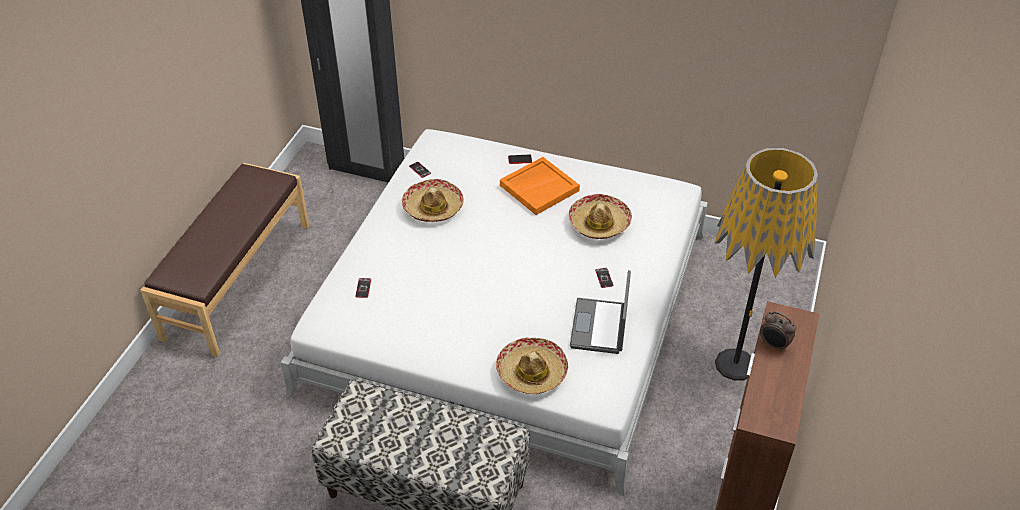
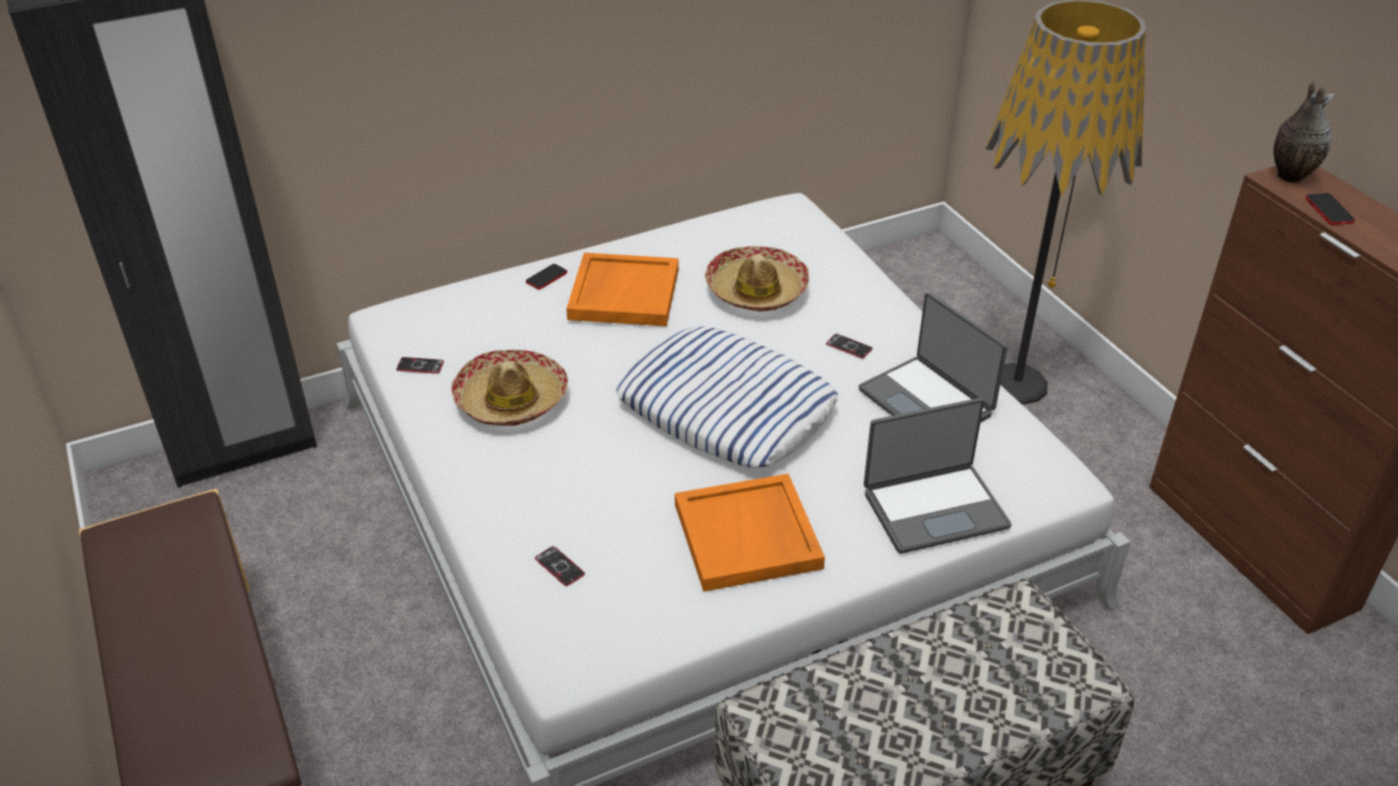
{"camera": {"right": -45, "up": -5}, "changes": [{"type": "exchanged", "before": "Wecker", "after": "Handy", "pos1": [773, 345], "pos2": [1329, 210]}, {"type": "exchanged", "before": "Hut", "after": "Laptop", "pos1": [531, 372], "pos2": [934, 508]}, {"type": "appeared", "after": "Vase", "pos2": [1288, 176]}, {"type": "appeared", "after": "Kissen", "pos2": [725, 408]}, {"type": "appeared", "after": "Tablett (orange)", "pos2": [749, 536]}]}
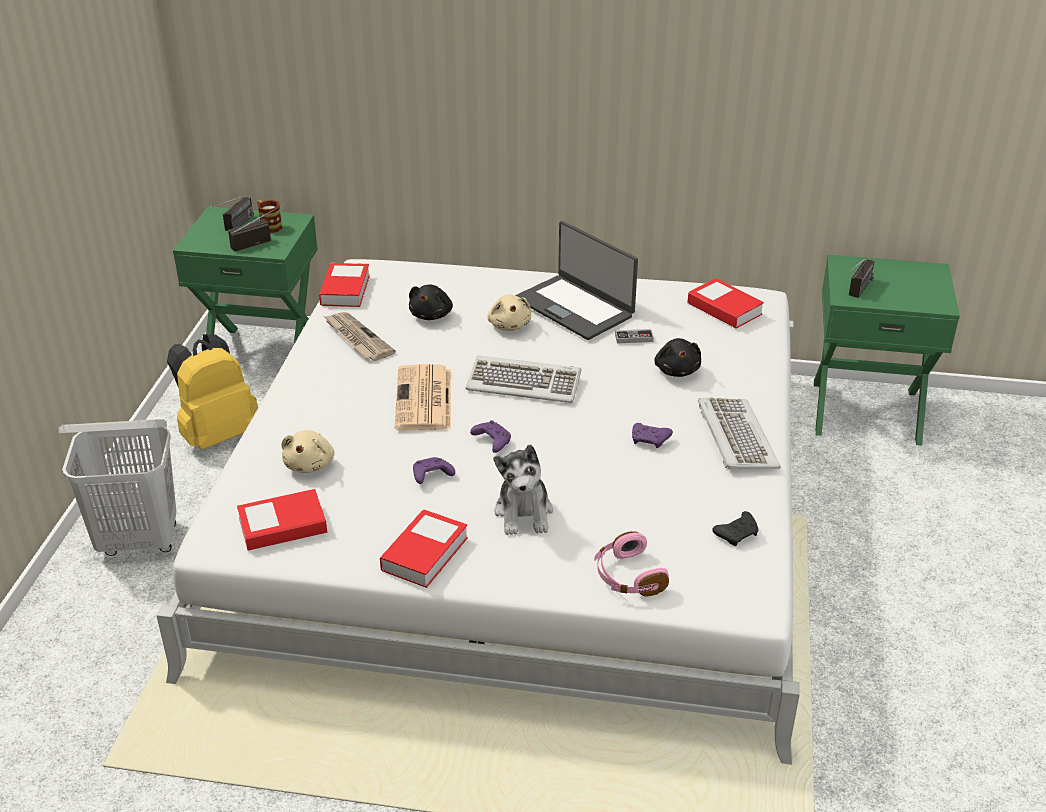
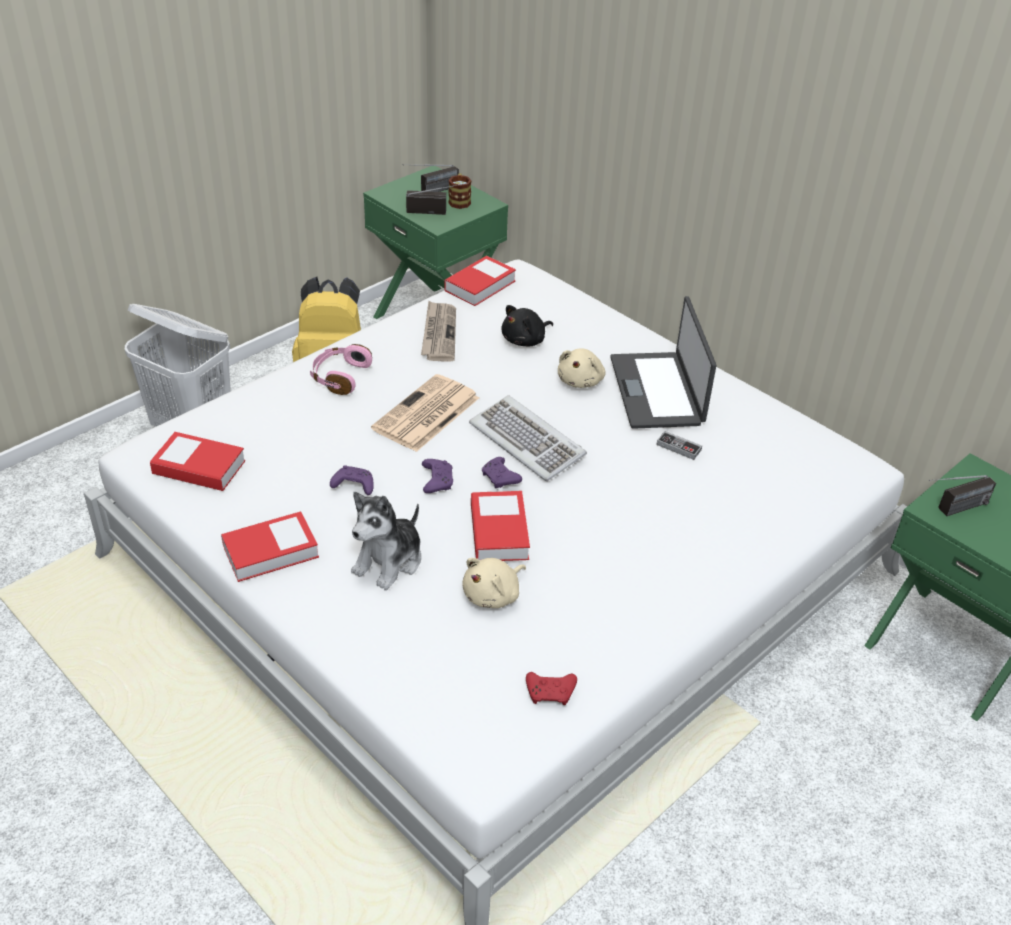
{"camera": {"right": 35, "up": 5}, "changes": [{"type": "relocated", "before": "Buch", "pos1": [724, 309], "pos2": [499, 532]}, {"type": "missing", "before": "Plüschtier (schwarz)", "pos1": [677, 370]}, {"type": "missing", "before": "Tastatur", "pos1": [735, 437]}, {"type": "relocated", "before": "Gamepad (lila)", "pos1": [650, 440], "pos2": [500, 479]}, {"type": "relocated", "before": "Plüschtier (beige)", "pos1": [310, 464], "pos2": [493, 595]}, {"type": "colour", "before": "Gamepad (schwarz)", "after": "Gamepad (rot)", "pos1": [737, 534], "pos2": [551, 693]}, {"type": "relocated", "before": "Kopfhörer (rosa)", "pos1": [628, 577], "pos2": [340, 377]}]}
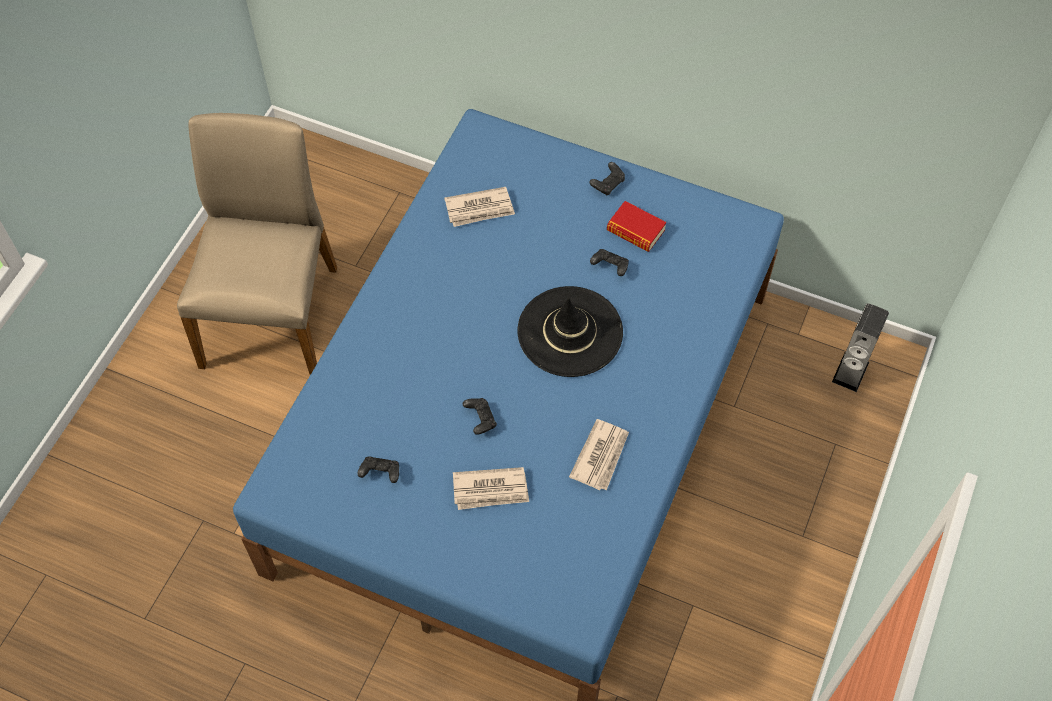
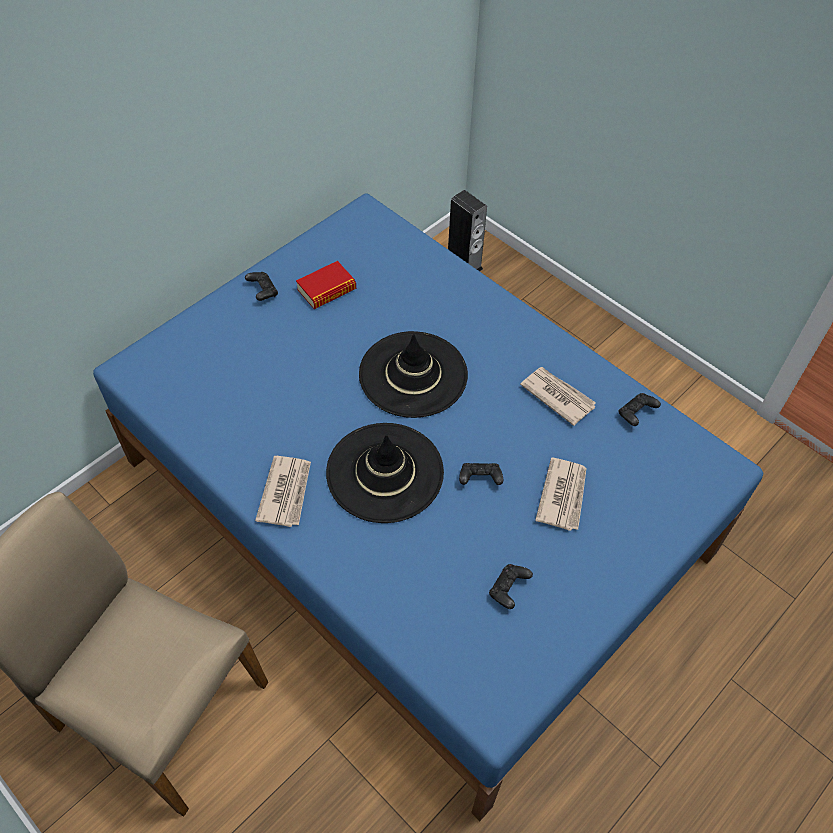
{"camera": {"right": -70, "up": -5}, "changes": [{"type": "relocated", "before": "Zeitung", "pos1": [480, 209], "pos2": [286, 492]}, {"type": "relocated", "before": "Gamepad (schwarz)", "pos1": [610, 267], "pos2": [636, 414]}, {"type": "appeared", "after": "Hut (schwarz)", "pos2": [385, 472]}]}
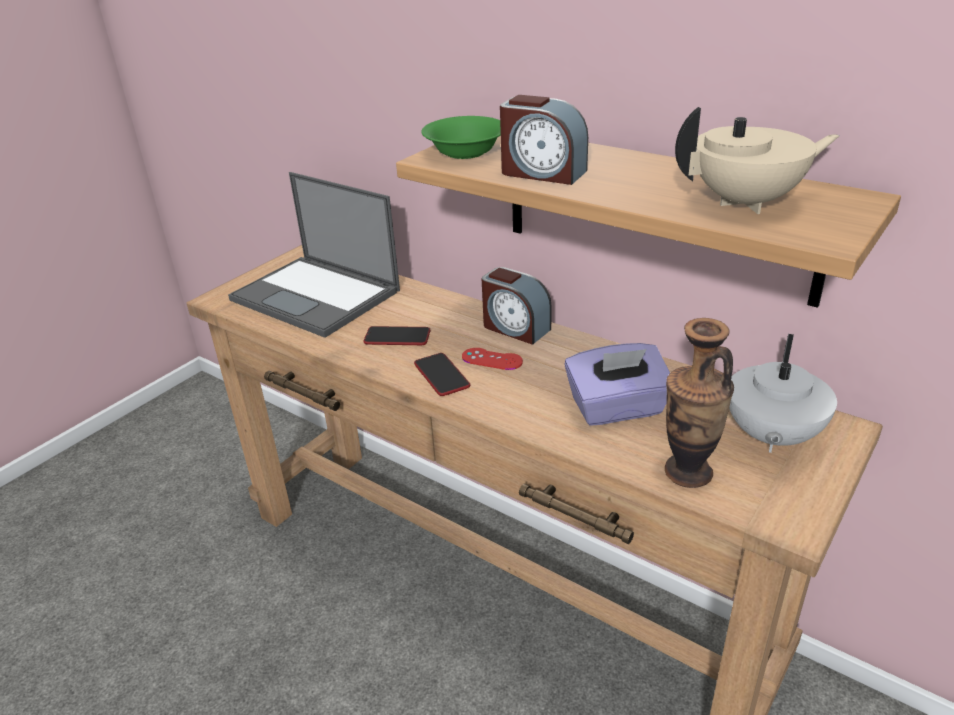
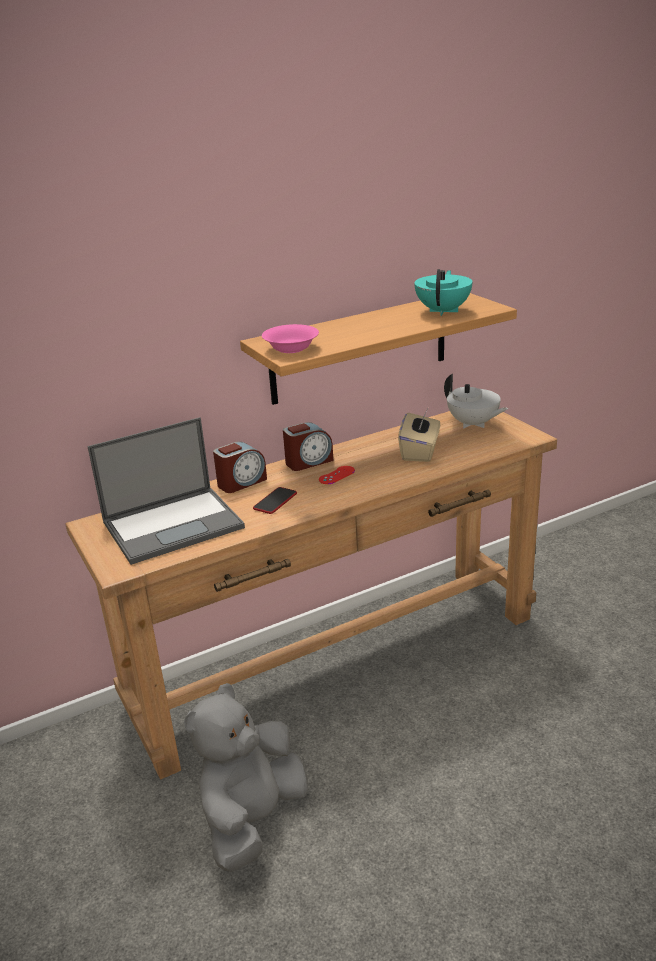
{"camera": {"right": -65, "up": -5}, "changes": [{"type": "relocated", "before": "Wecker", "pos1": [542, 173], "pos2": [241, 482]}, {"type": "colour", "before": "Teekanne (beige)", "after": "Teekanne (türkis)", "pos1": [747, 202], "pos2": [443, 311]}, {"type": "colour", "before": "Schüssel (grün)", "after": "Schüssel (rosa)", "pos1": [466, 152], "pos2": [291, 348]}, {"type": "missing", "before": "Vase", "pos1": [688, 472]}, {"type": "colour", "before": "Taschentuchbox (lila)", "after": "Taschentuchbox (beige)", "pos1": [617, 408], "pos2": [420, 452]}, {"type": "missing", "before": "Handy", "pos1": [441, 375]}, {"type": "appeared", "after": "Plüschtier (grau)", "pos2": [252, 819]}]}
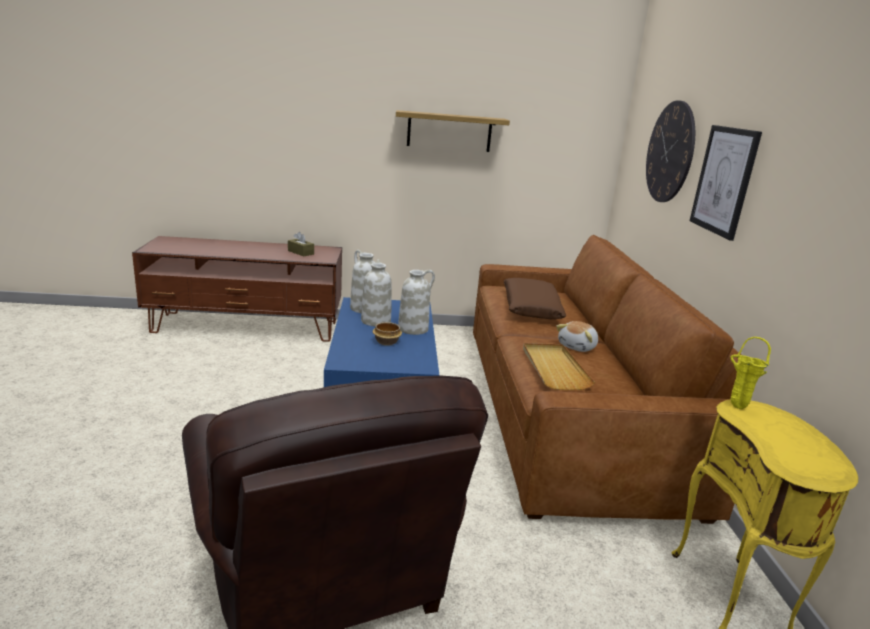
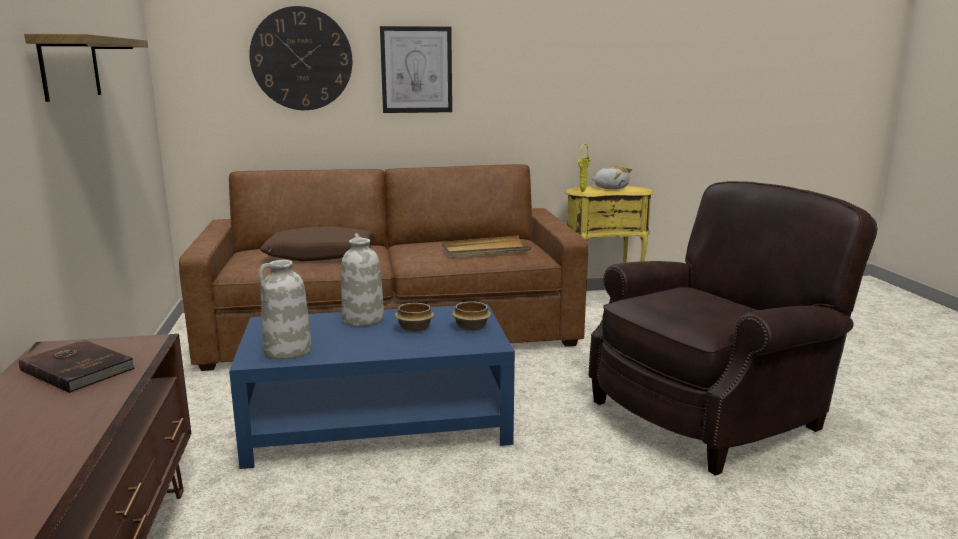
{"camera": {"right": -95, "up": -5}, "changes": [{"type": "exchanged", "before": "Taschentuchbox (braun)", "after": "Buch (braun)", "pos1": [300, 252], "pos2": [79, 369]}, {"type": "missing", "before": "Vase (weiß)", "pos1": [375, 321]}, {"type": "relocated", "before": "Plüschtier", "pos1": [578, 347], "pos2": [611, 188]}, {"type": "appeared", "after": "Schüssel", "pos2": [470, 327]}]}
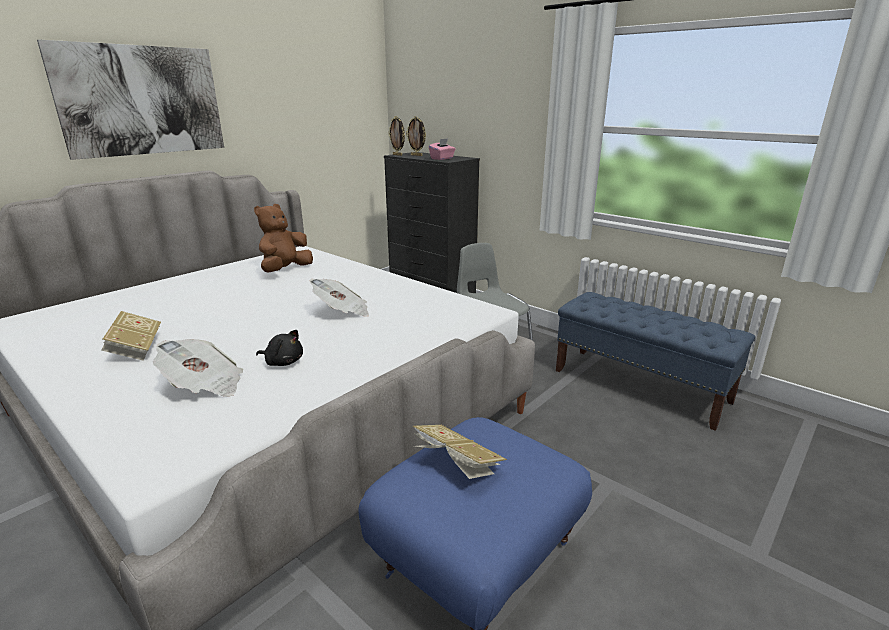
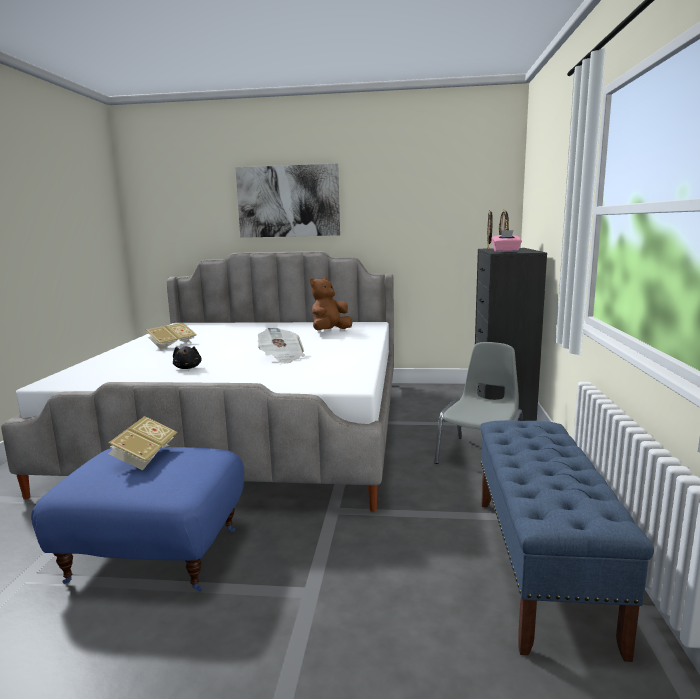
{"camera": {"right": 55, "up": -10}, "changes": [{"type": "spun", "before": "Plüschtier (braun)", "pos1": [285, 270], "pos2": [330, 331], "turn": -45}, {"type": "missing", "before": "Zeitung", "pos1": [204, 385]}]}
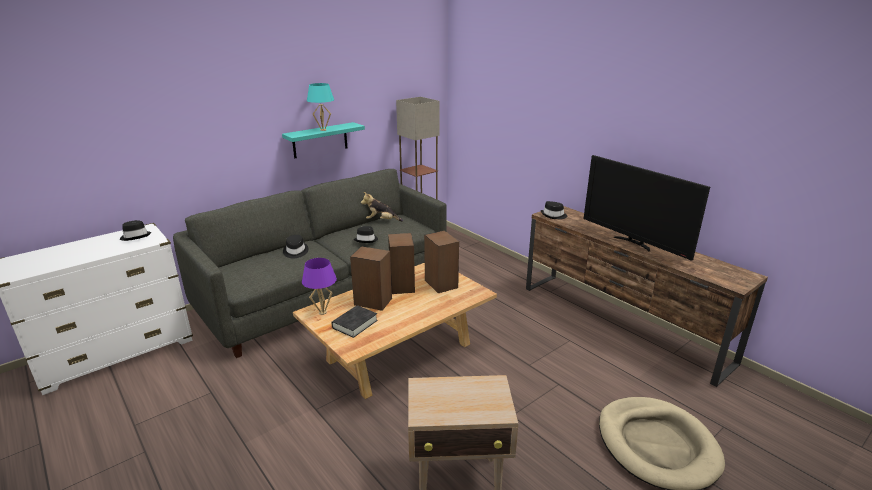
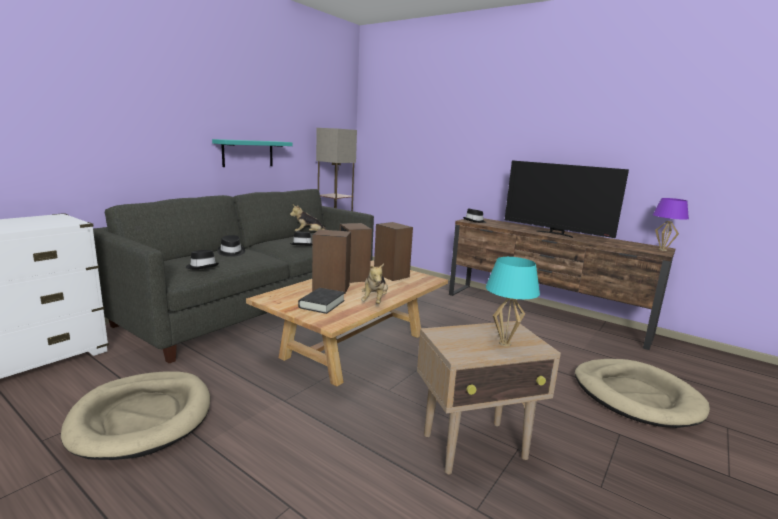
{"camera": {"right": -15, "up": -10}, "changes": [{"type": "relocated", "before": "Tischlampe (türkis)", "pos1": [323, 130], "pos2": [504, 343]}, {"type": "relocated", "before": "Hut (schwarz)", "pos1": [135, 236], "pos2": [202, 266]}, {"type": "relocated", "before": "Tischlampe (lila)", "pos1": [322, 312], "pos2": [662, 250]}, {"type": "appeared", "after": "Plüschtier", "pos2": [375, 301]}, {"type": "appeared", "after": "Hundebett (beige)", "pos2": [142, 417]}]}
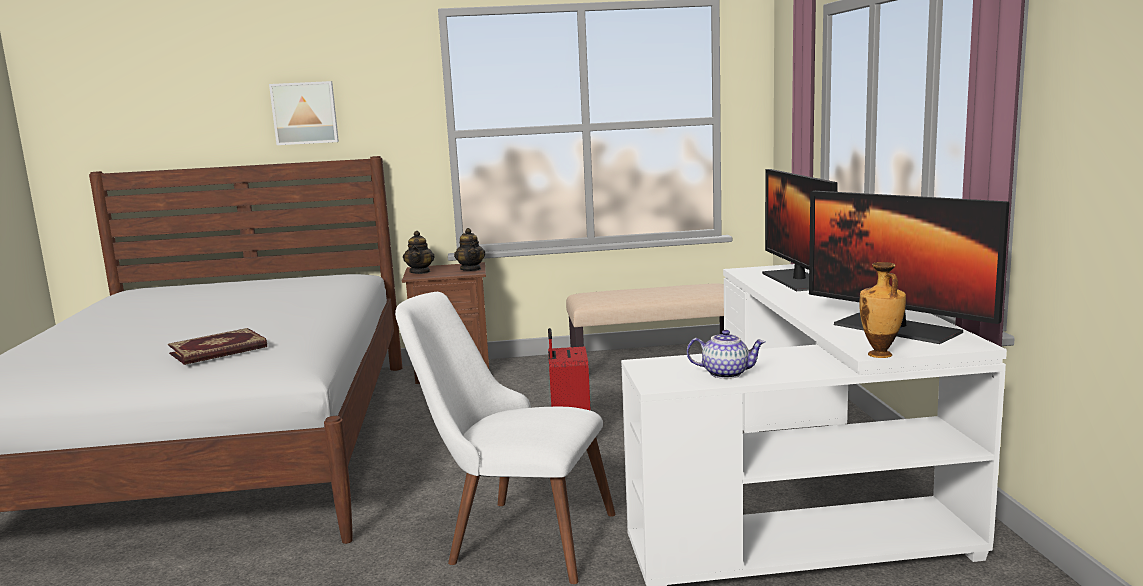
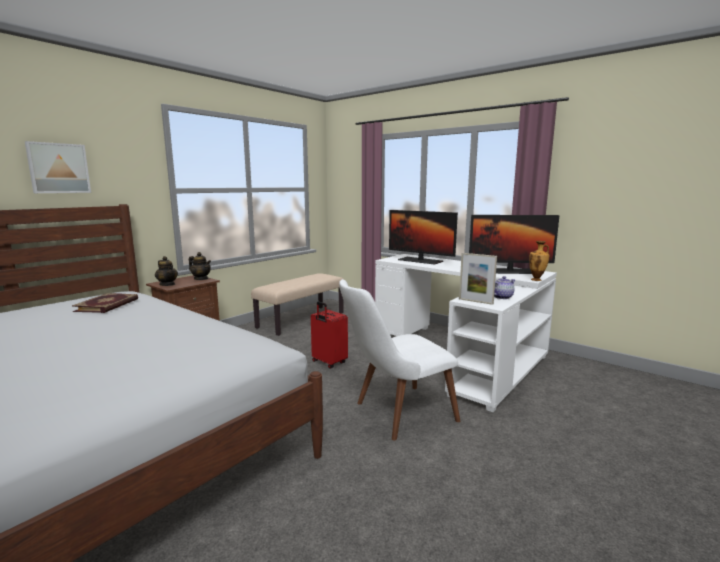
{"camera": {"right": -45, "up": 0}, "changes": [{"type": "relocated", "before": "Buch", "pos1": [219, 351], "pos2": [108, 305]}, {"type": "appeared", "after": "Bilderrahmen", "pos2": [475, 301]}]}
